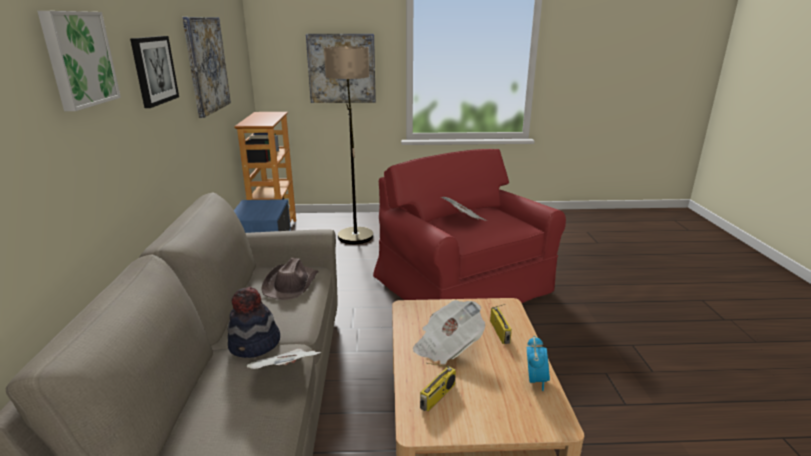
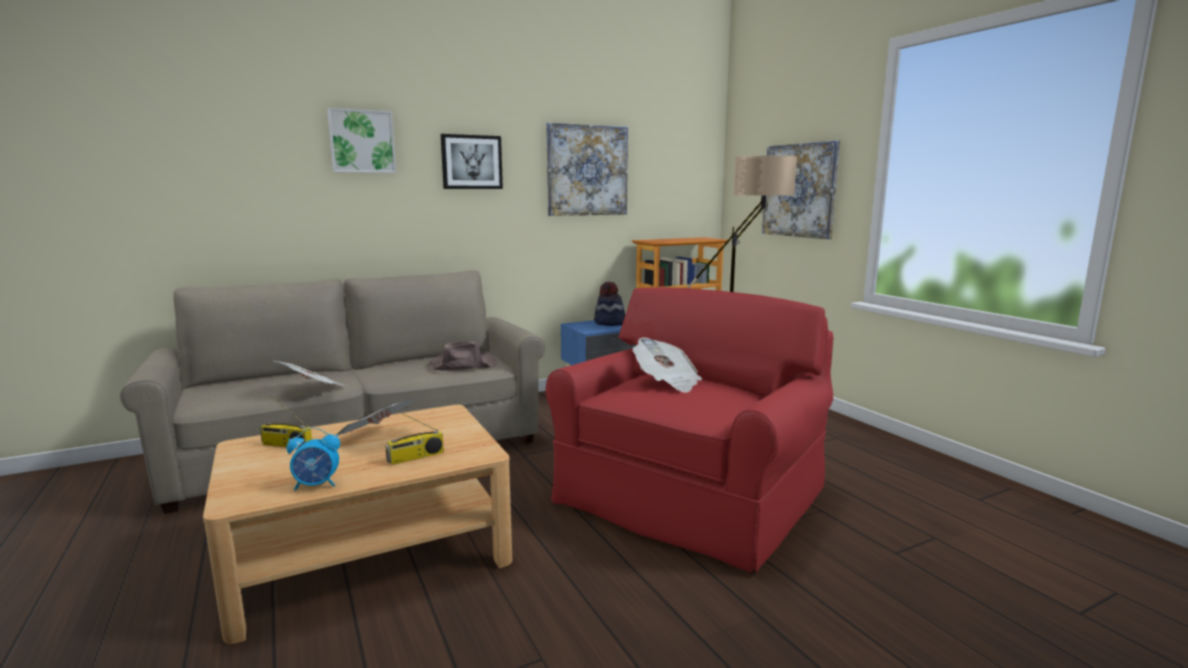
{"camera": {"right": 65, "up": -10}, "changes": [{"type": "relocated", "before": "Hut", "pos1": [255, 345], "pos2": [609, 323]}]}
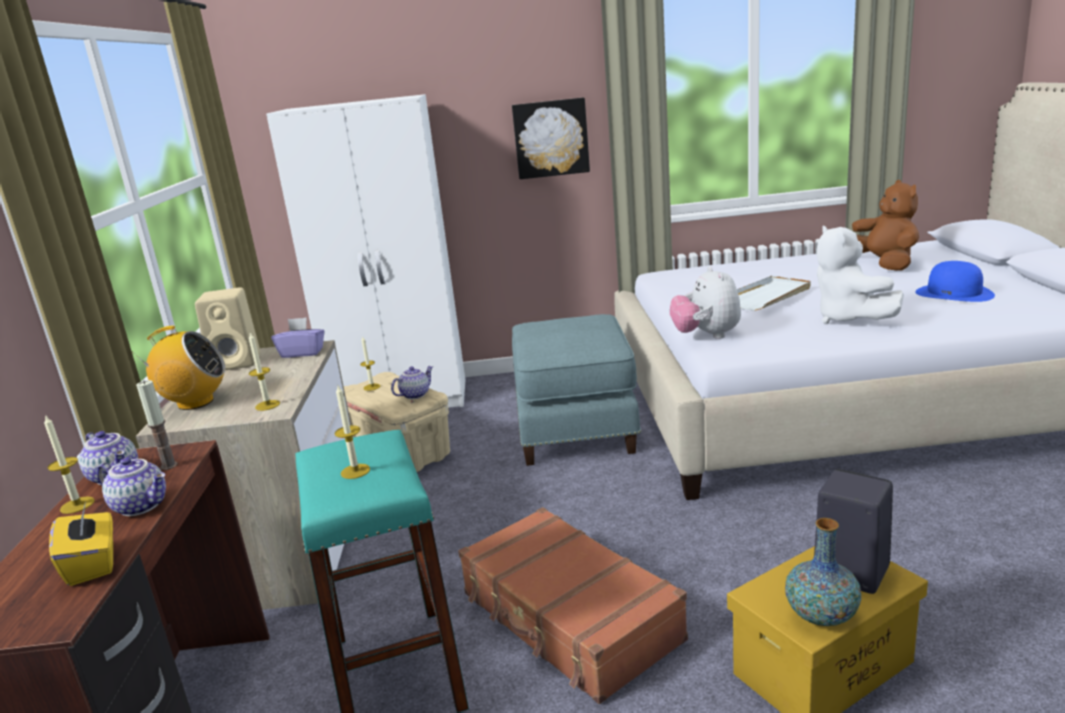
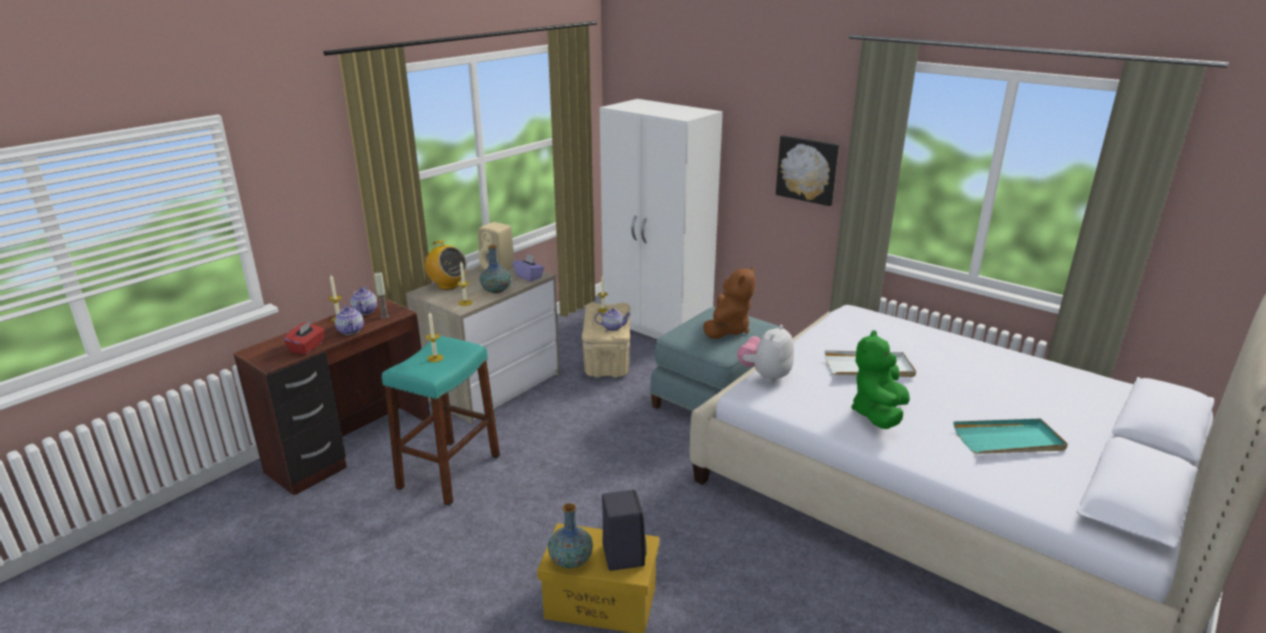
{"camera": {"right": 40, "up": 5}, "changes": [{"type": "relocated", "before": "Plüschtier (braun)", "pos1": [884, 264], "pos2": [727, 330]}, {"type": "colour", "before": "Plüschtier (weiß)", "after": "Plüschtier (grün)", "pos1": [849, 319], "pos2": [878, 414]}, {"type": "exchanged", "before": "Hut (blau)", "after": "Tablett (türkis)", "pos1": [954, 293], "pos2": [1009, 440]}, {"type": "colour", "before": "Taschentuchbox (gelb)", "after": "Taschentuchbox (rot)", "pos1": [93, 564], "pos2": [307, 347]}, {"type": "missing", "before": "Koffer (braun)", "pos1": [568, 618]}, {"type": "appeared", "after": "Vase", "pos2": [496, 291]}]}
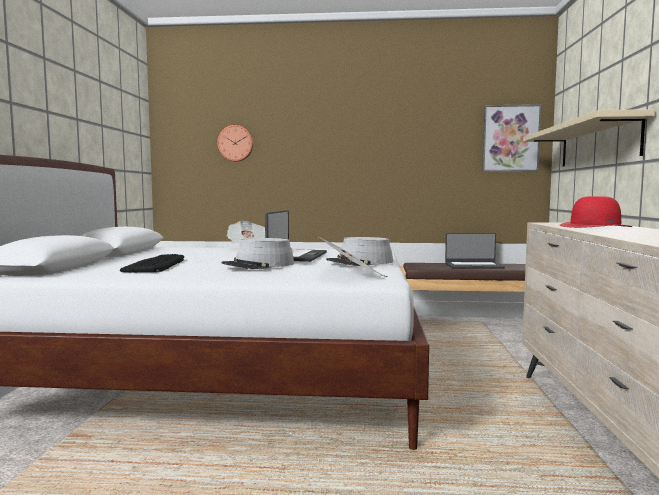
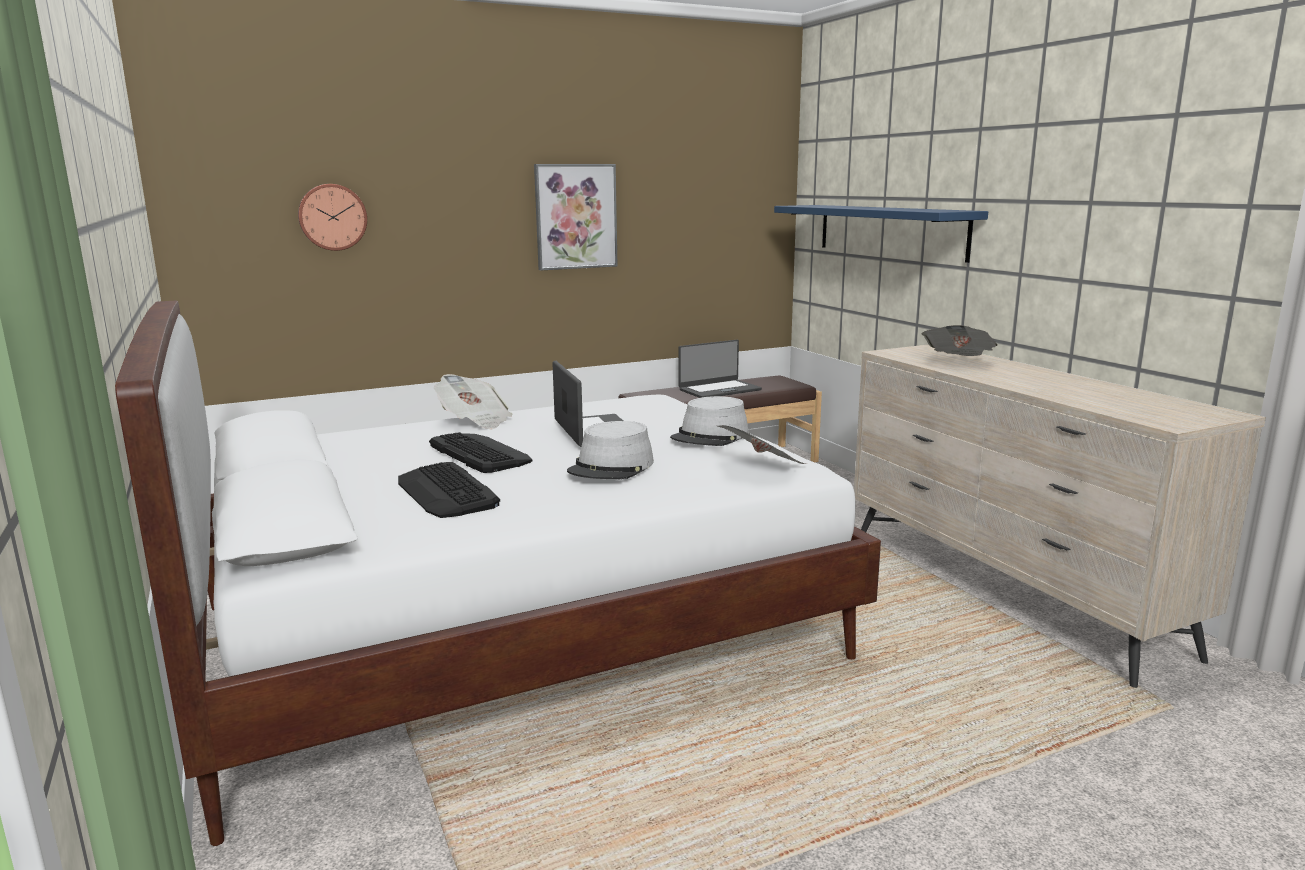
{"camera": {"right": -30, "up": 10}, "changes": [{"type": "relocated", "before": "Bild", "pos1": [510, 138], "pos2": [575, 216]}, {"type": "colour", "before": "Wandregal (beige)", "after": "Wandregal (blau)", "pos1": [597, 143], "pos2": [890, 231]}, {"type": "exchanged", "before": "Hut (rot)", "after": "Zeitung", "pos1": [595, 226], "pos2": [958, 361]}, {"type": "appeared", "after": "Tastatur", "pos2": [479, 453]}]}
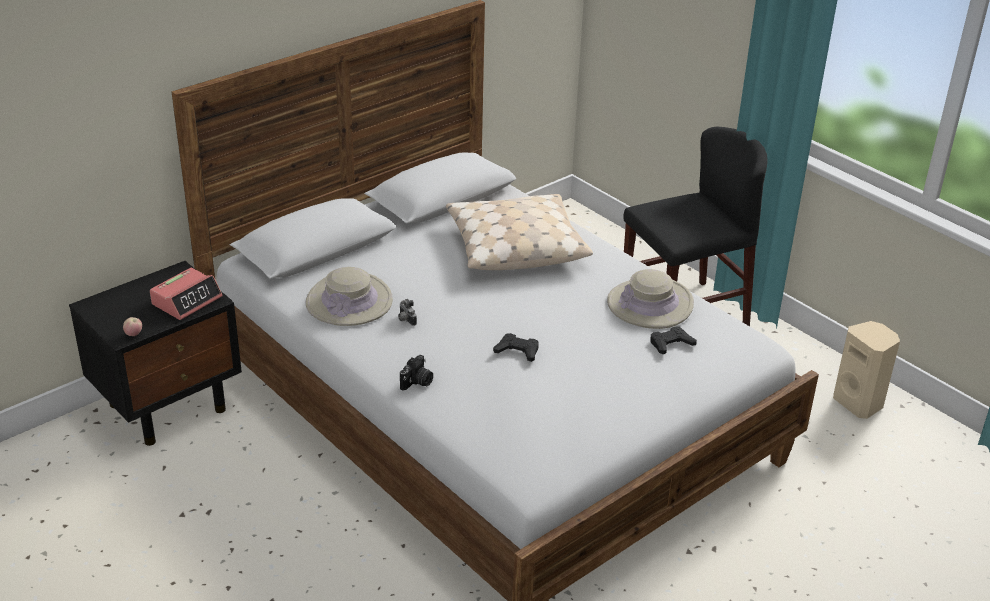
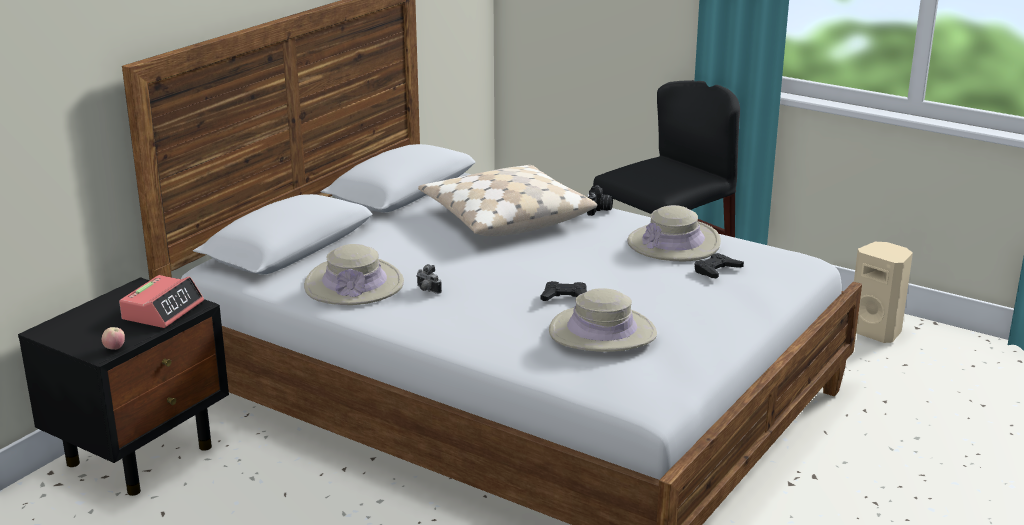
{"camera": {"right": -15, "up": -10}, "changes": [{"type": "relocated", "before": "Kamera", "pos1": [417, 382], "pos2": [599, 210]}, {"type": "appeared", "after": "Hut (beige)", "pos2": [602, 332]}]}
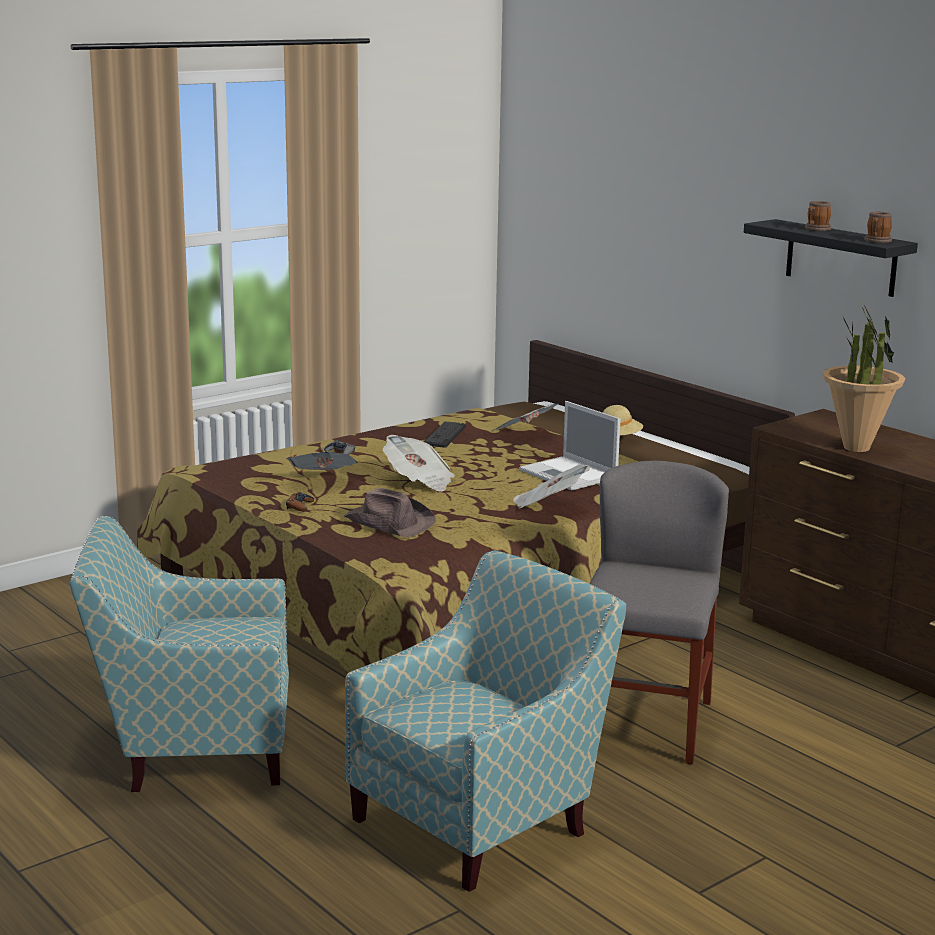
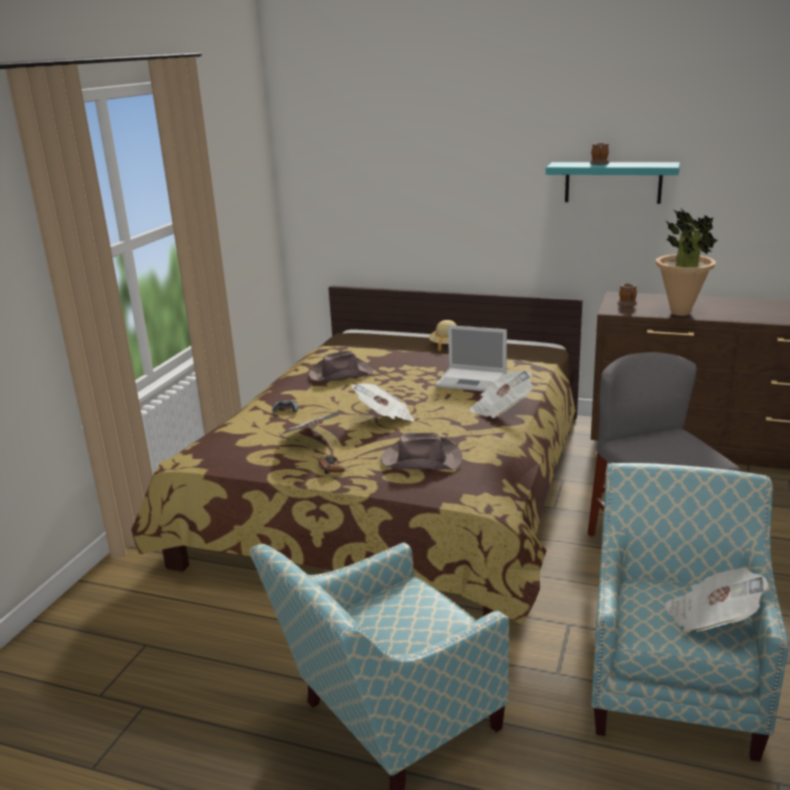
{"camera": {"right": -30, "up": 5}, "changes": [{"type": "relocated", "before": "Henkelbecher", "pos1": [877, 241], "pos2": [628, 304]}, {"type": "colour", "before": "Wandregal (schwarz)", "after": "Wandregal (türkis)", "pos1": [841, 258], "pos2": [613, 182]}, {"type": "relocated", "before": "Zeitung", "pos1": [524, 434], "pos2": [711, 619]}, {"type": "exchanged", "before": "Tastatur", "after": "Hut (braun)", "pos1": [444, 435], "pos2": [340, 374]}]}
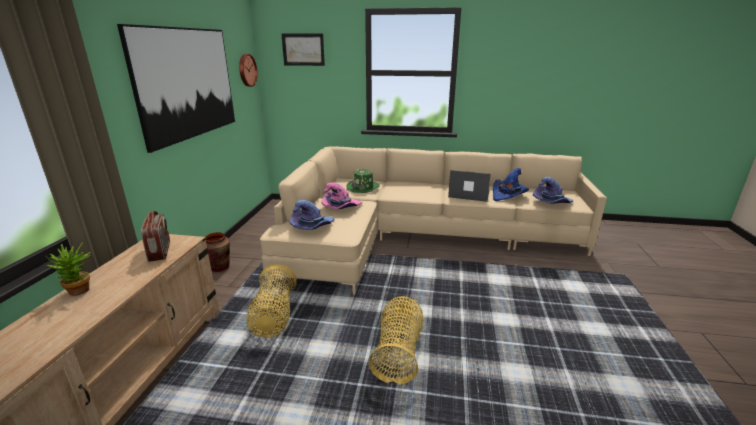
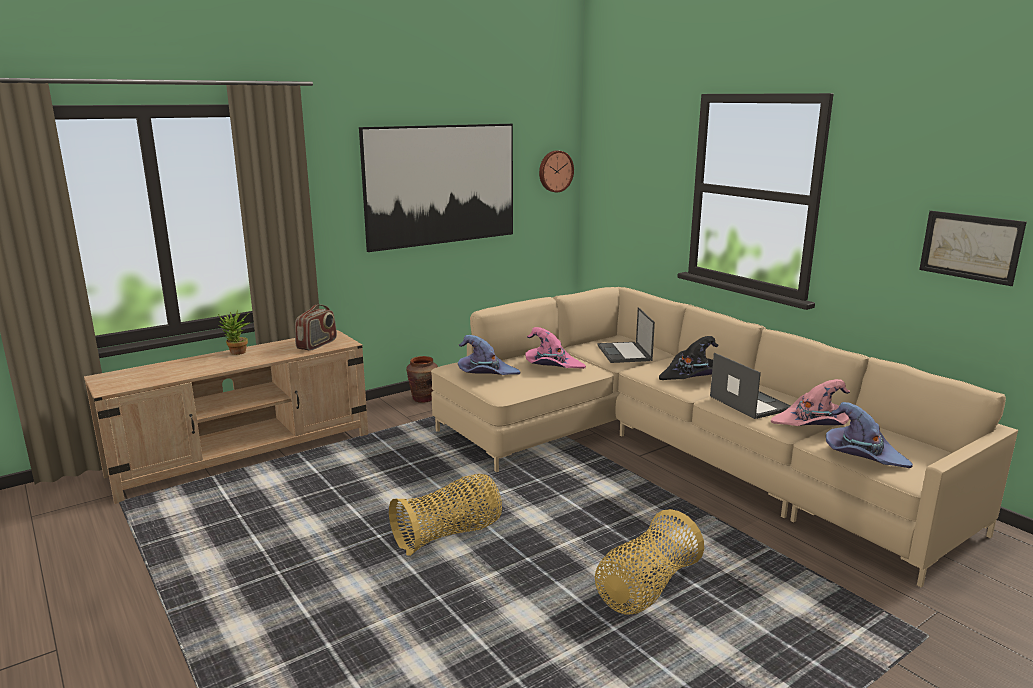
{"camera": {"right": 45, "up": -5}, "changes": [{"type": "relocated", "before": "Bild", "pos1": [303, 49], "pos2": [970, 247]}, {"type": "colour", "before": "Hut (blau)", "after": "Hut (rosa)", "pos1": [508, 195], "pos2": [812, 424]}, {"type": "exchanged", "before": "Hut (grün)", "after": "Laptop", "pos1": [363, 187], "pos2": [624, 353]}, {"type": "relocated", "before": "Korb", "pos1": [274, 317], "pos2": [646, 589]}, {"type": "appeared", "after": "Hut (schwarz)", "pos2": [691, 376]}]}
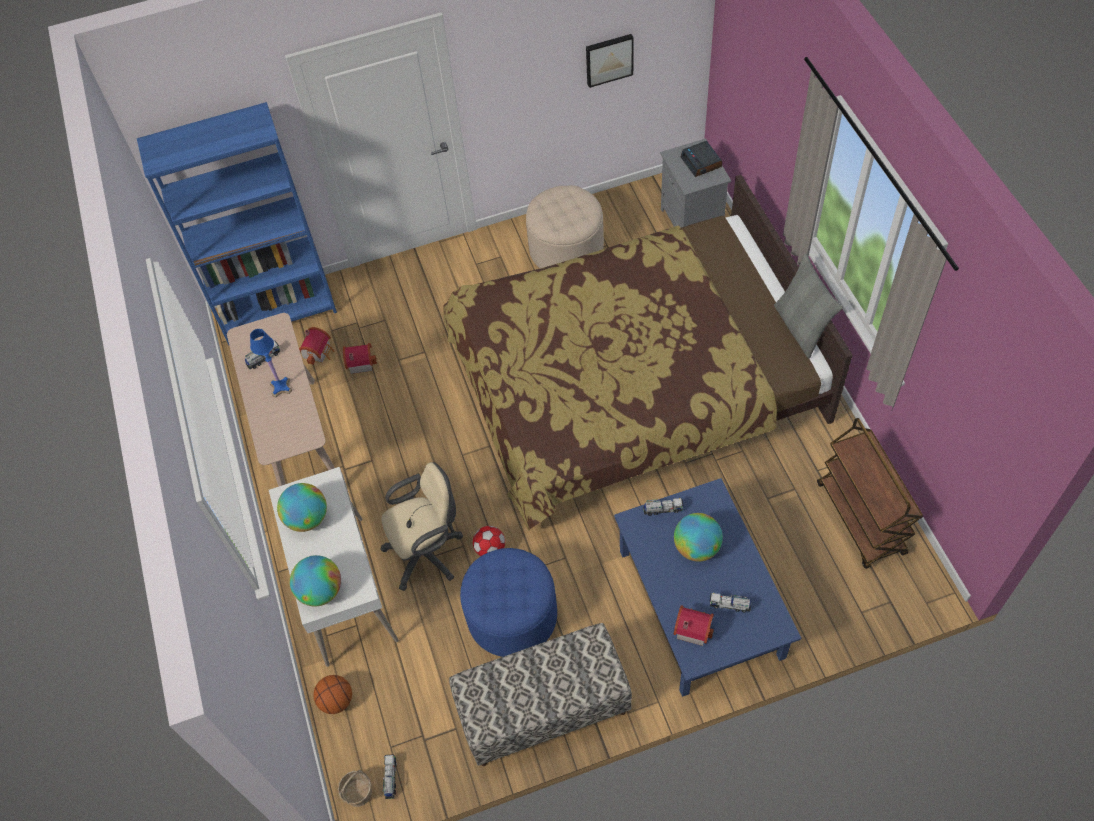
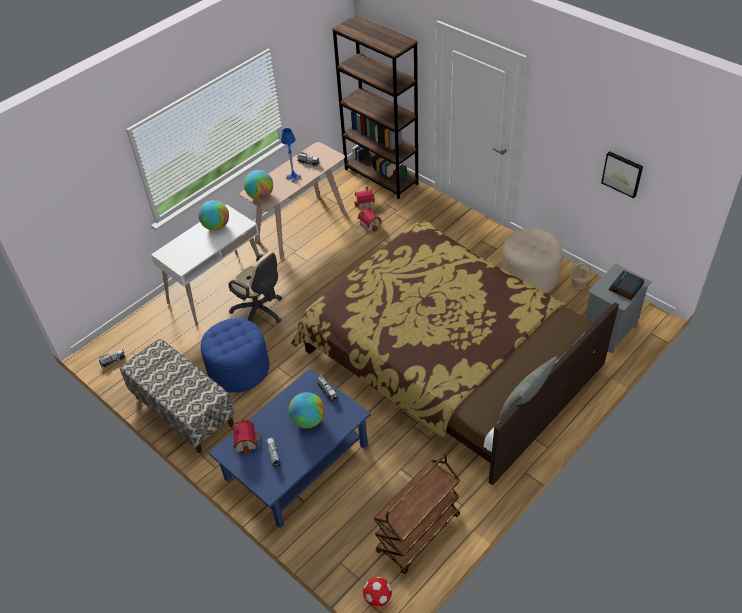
{"camera": {"right": 60, "up": -10}, "changes": [{"type": "colour", "before": "Bücherregal (blau)", "after": "Bücherregal (braun)", "pos1": [279, 312], "pos2": [381, 176]}, {"type": "relocated", "before": "Fußball", "pos1": [490, 549], "pos2": [378, 598]}, {"type": "relocated", "before": "Globus", "pos1": [321, 591], "pos2": [260, 196]}, {"type": "missing", "before": "Basketball", "pos1": [336, 700]}, {"type": "relocated", "before": "Korb", "pos1": [358, 793], "pos2": [578, 284]}]}
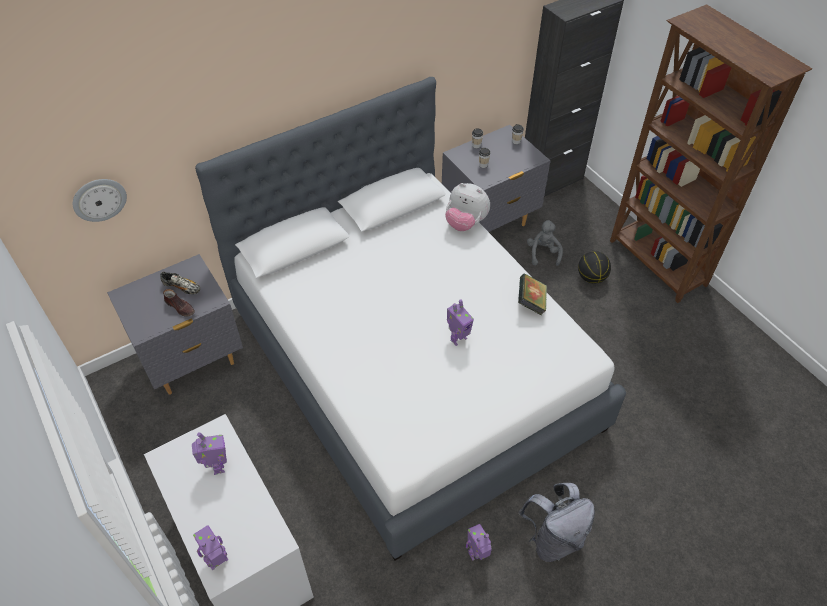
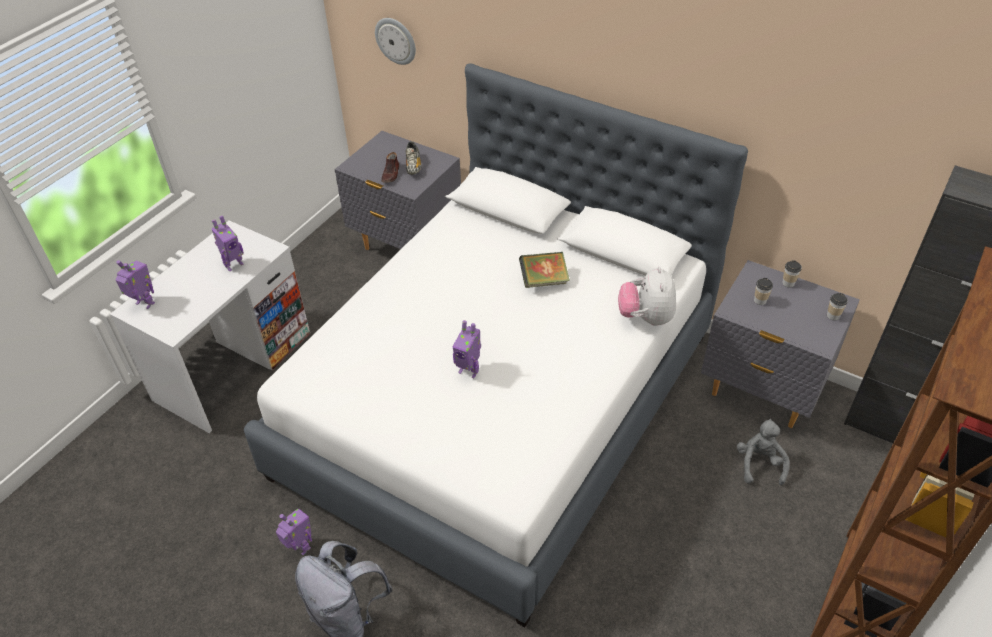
{"camera": {"right": 65, "up": -5}, "changes": [{"type": "spun", "before": "Plüschtier (grau)", "pos1": [543, 253], "pos2": [759, 464], "turn": -60}, {"type": "missing", "before": "Basketball", "pos1": [591, 277]}, {"type": "relocated", "before": "Buch", "pos1": [531, 302], "pos2": [544, 281]}]}
